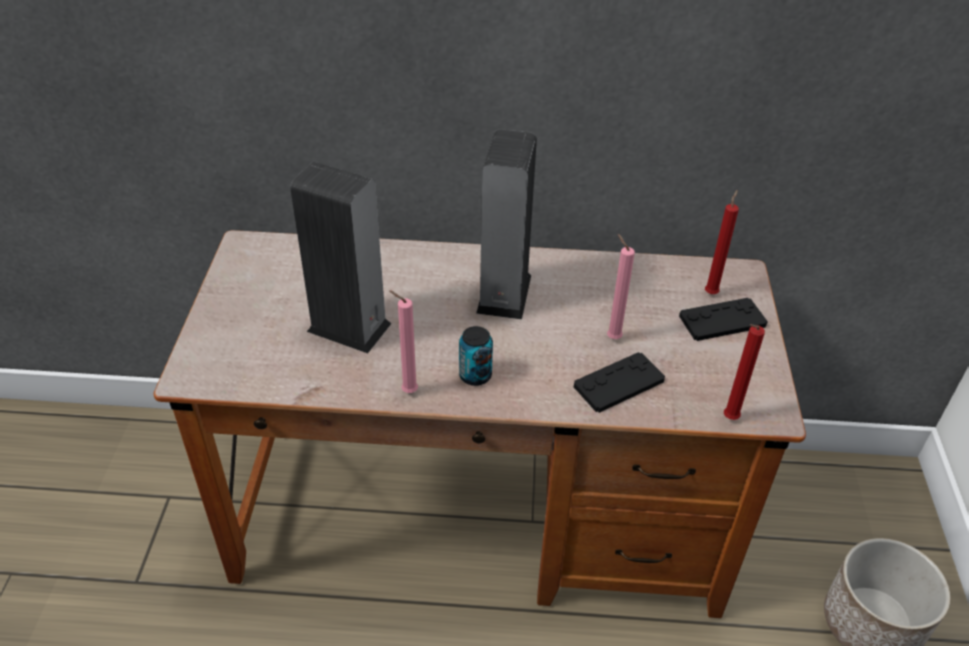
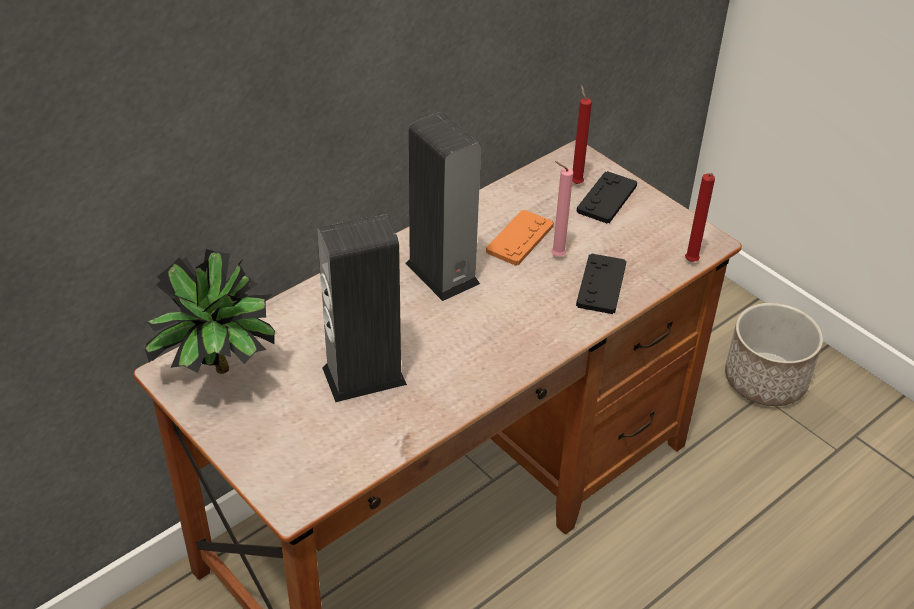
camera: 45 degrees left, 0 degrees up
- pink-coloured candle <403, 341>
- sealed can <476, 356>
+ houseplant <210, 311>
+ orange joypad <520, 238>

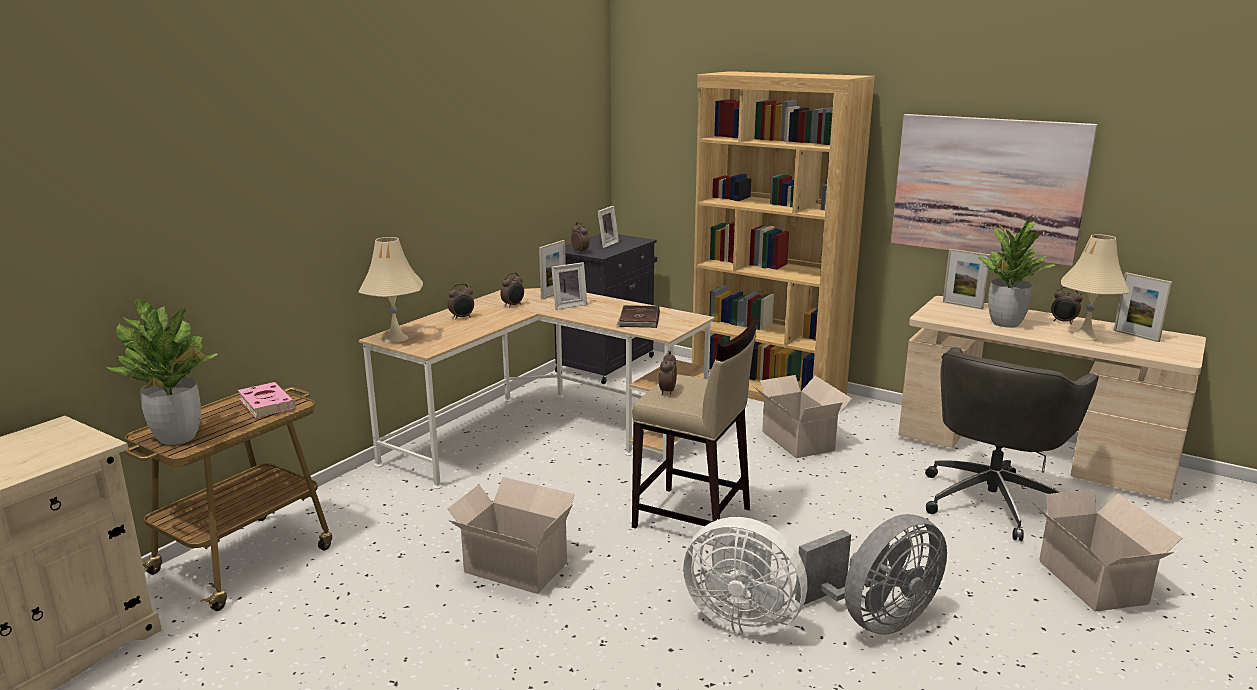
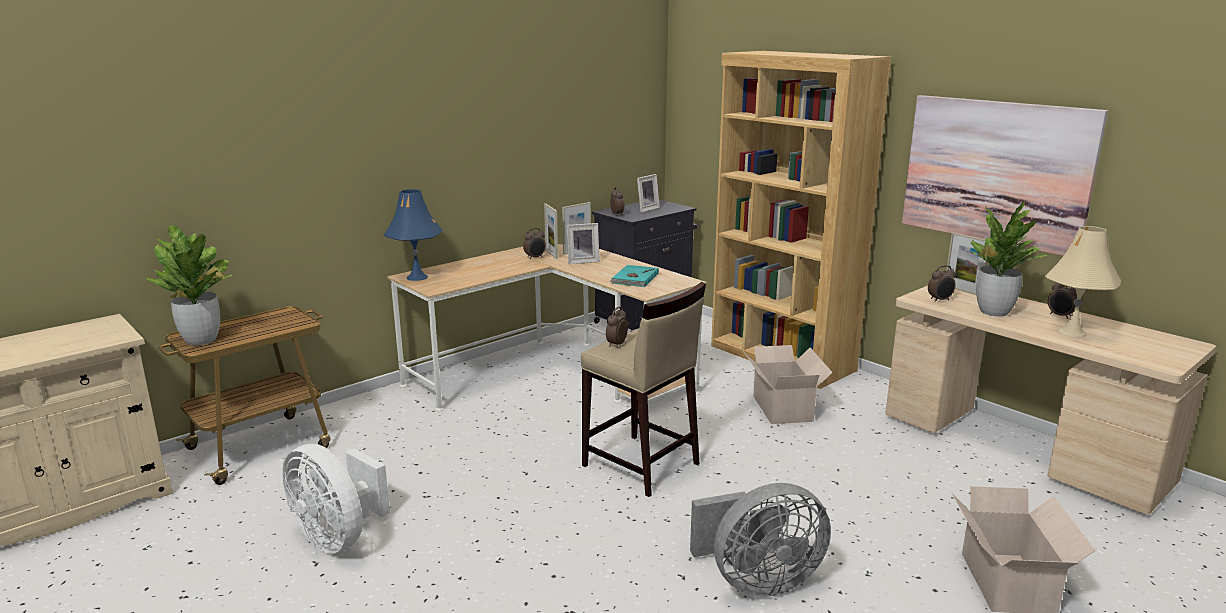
camera: 15 degrees right, 0 degrees up
- pink-coloured bound book <266, 400>
- carton <511, 535>
- grey desk chair <1012, 444>
~ bedside clock <460, 301> to <942, 283>
~ whitish fan <745, 576> to <336, 498>
~ picture frame <1143, 307> to <551, 231>
~ sand-coloured table lamp <390, 290> to bluish table lamp <413, 235>
~ brown bound book <638, 316> to turquoise-coloured bound book <634, 276>

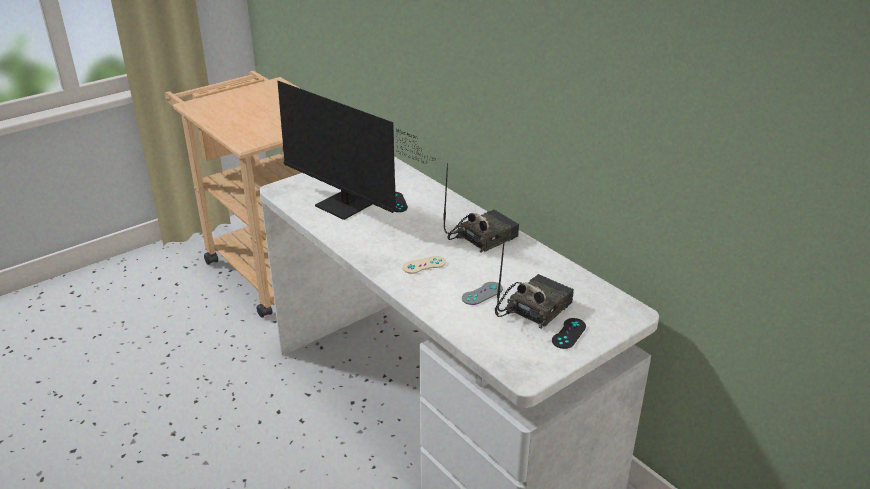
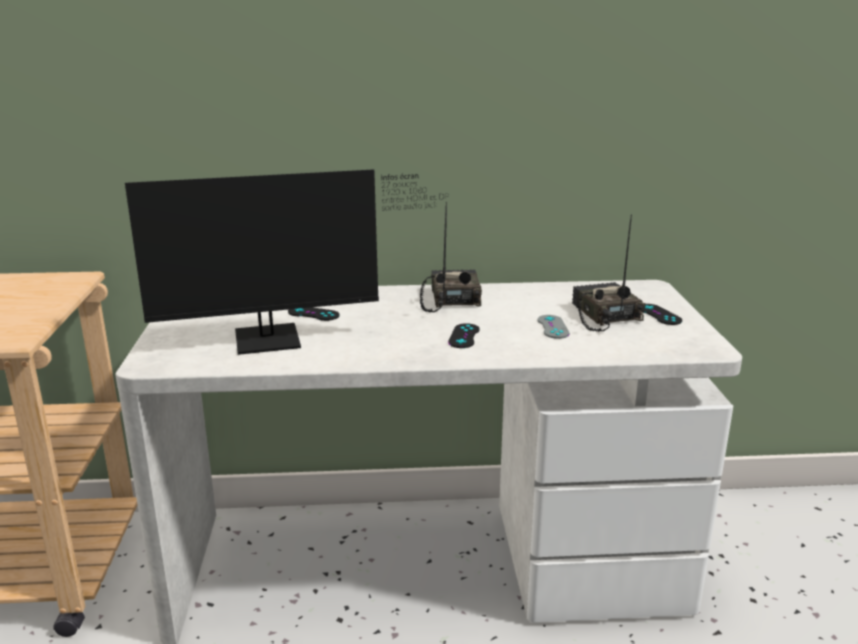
camera: 55 degrees left, 10 degrees down
~ sand-coloured joypad <424, 265> to blackish joypad <464, 335>

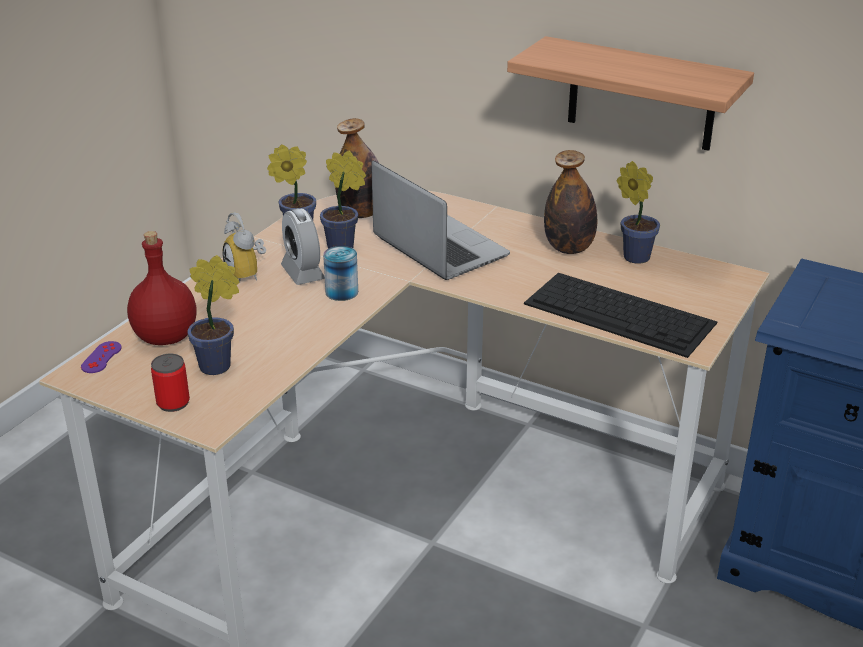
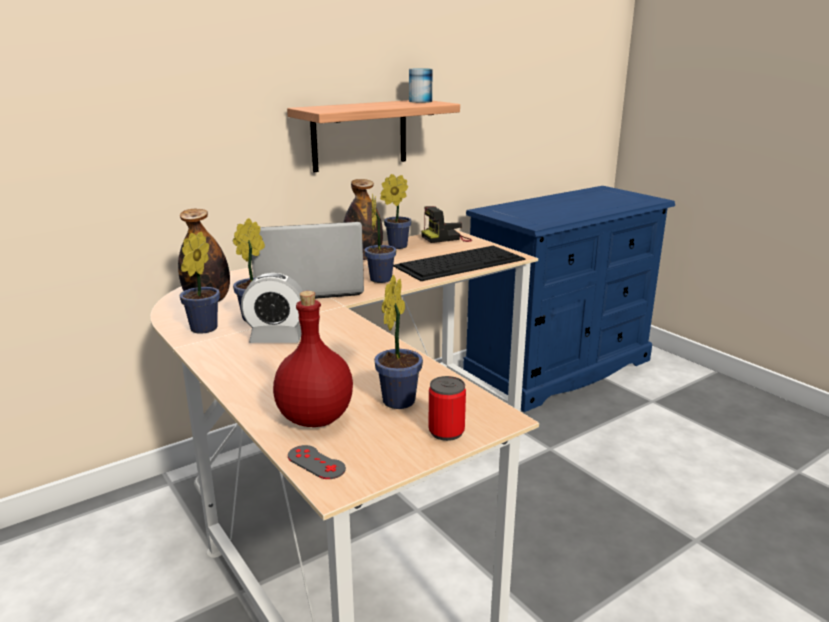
camera: 65 degrees left, 10 degrees down
- bedside clock <244, 247>
+ houseplant <380, 238>
+ still camera <446, 224>
~ sealed can <340, 273> to <420, 85>
~ purple joypad <101, 357> to grey joypad <317, 462>

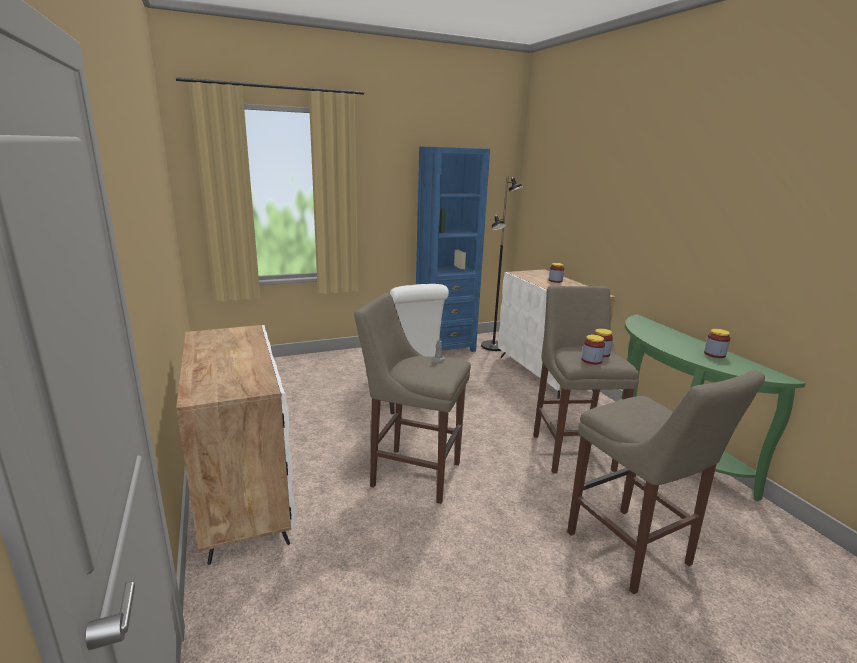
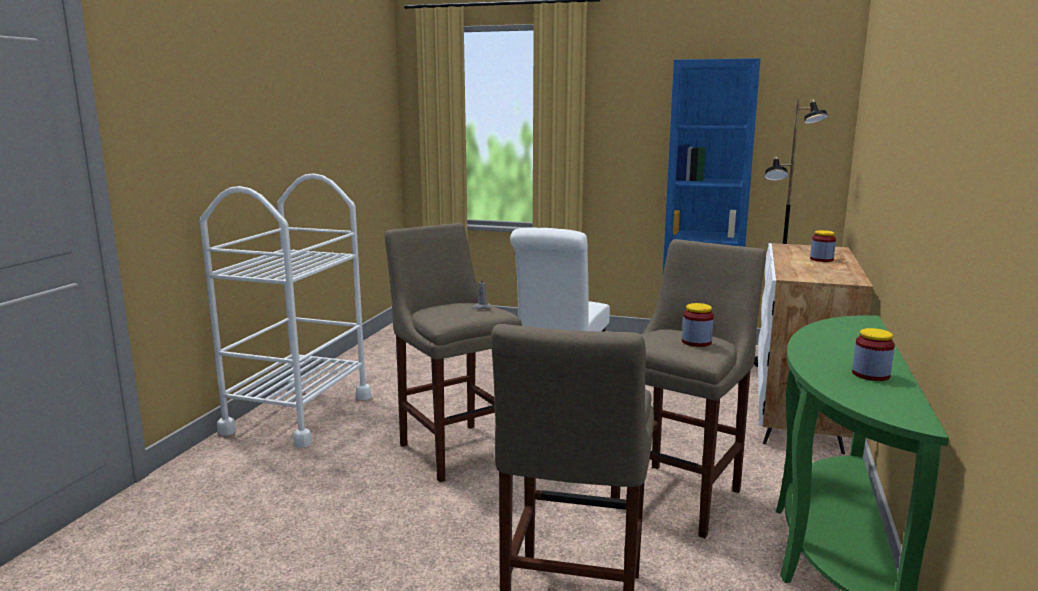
camera: 40 degrees right, 5 degrees down
- jar <593, 350>
~ whitish cupboard <236, 445> to whitish cart <285, 310>

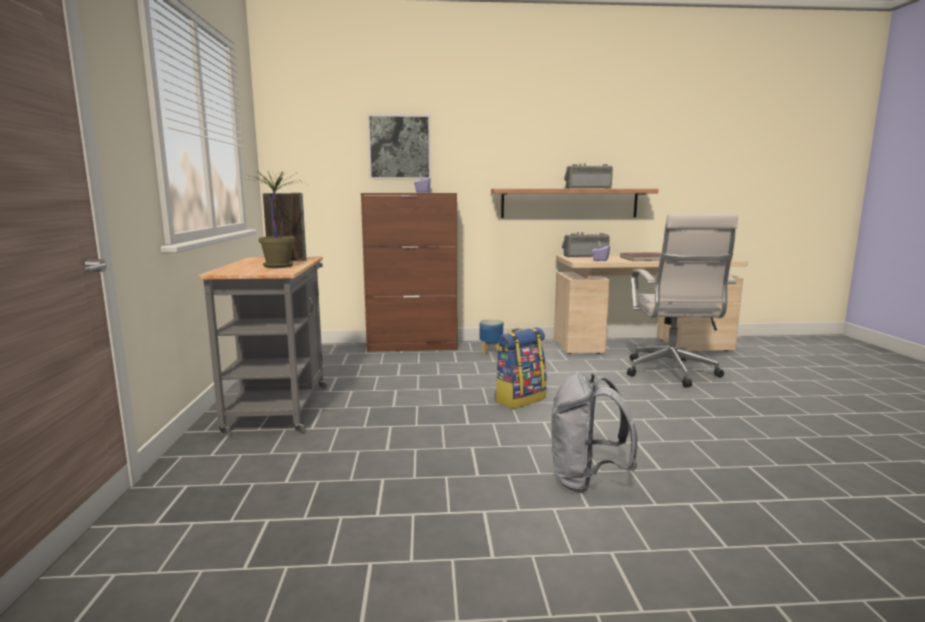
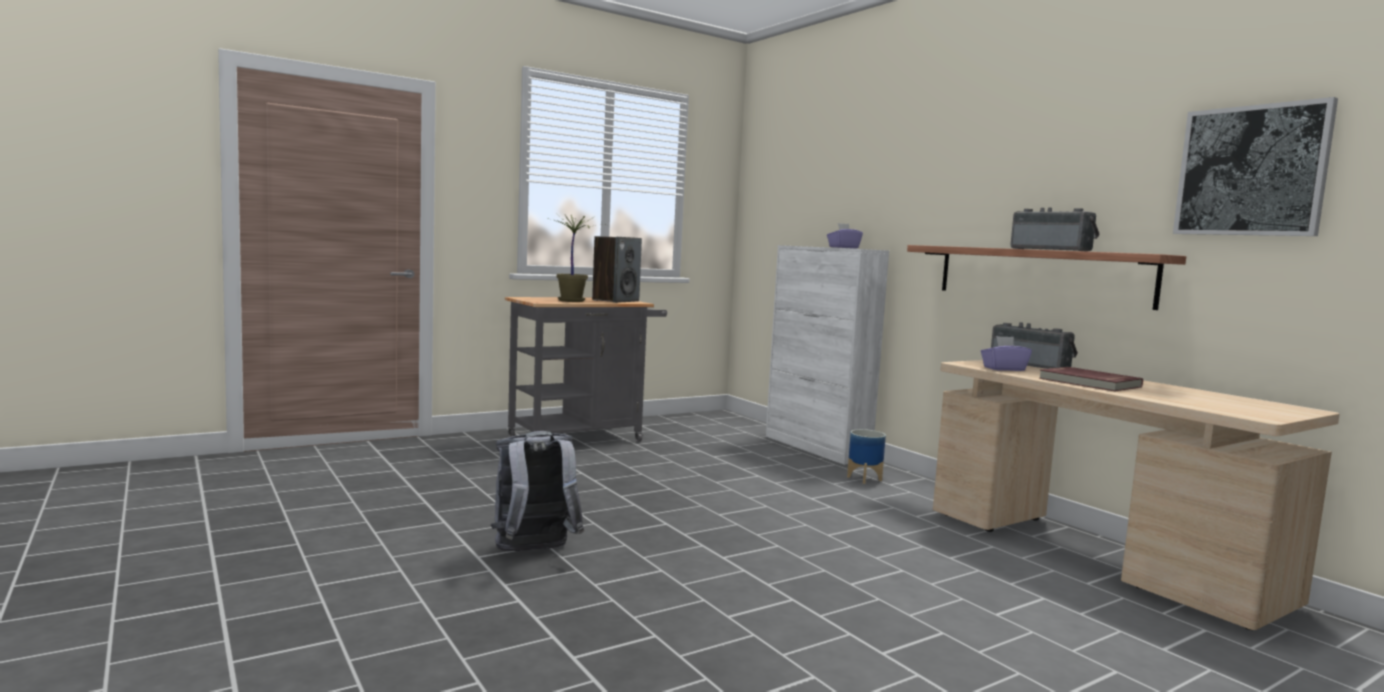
camera: 60 degrees right, 5 degrees down
- backpack <521, 368>
- whitish desk chair <682, 301>
~ picture <399, 146> to <1255, 166>
~ brown cupboard <409, 272> to whitish cupboard <827, 355>

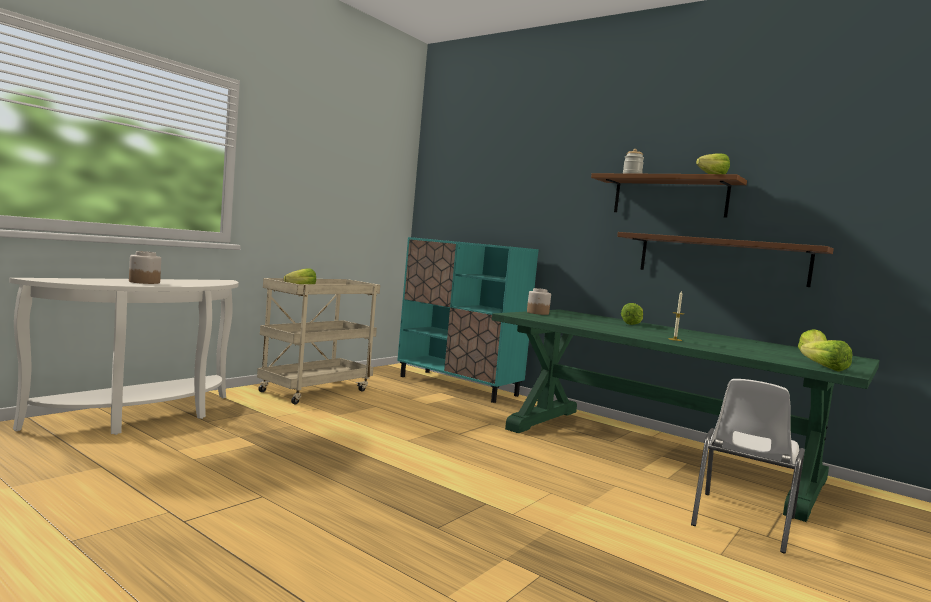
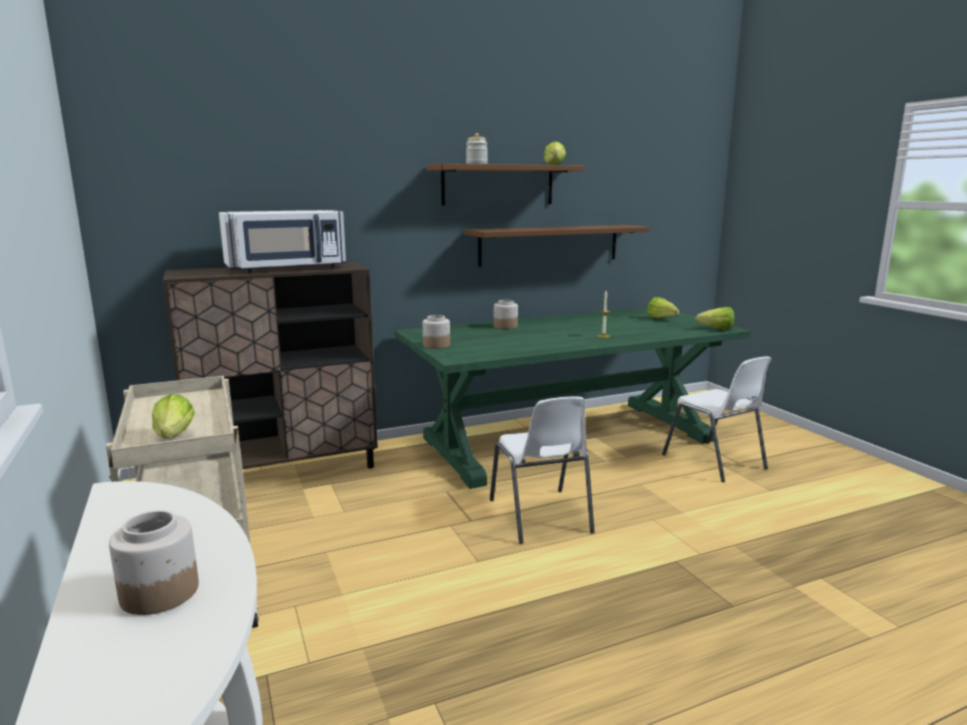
camera: 60 degrees left, 10 degrees up
+ whitish microwave <282, 241>
+ whitish plain chair <542, 470>
~ lettuce head <632, 314> to jar <506, 314>
~ turquoise-coloured cupboard <468, 320> to brown cupboard <270, 365>

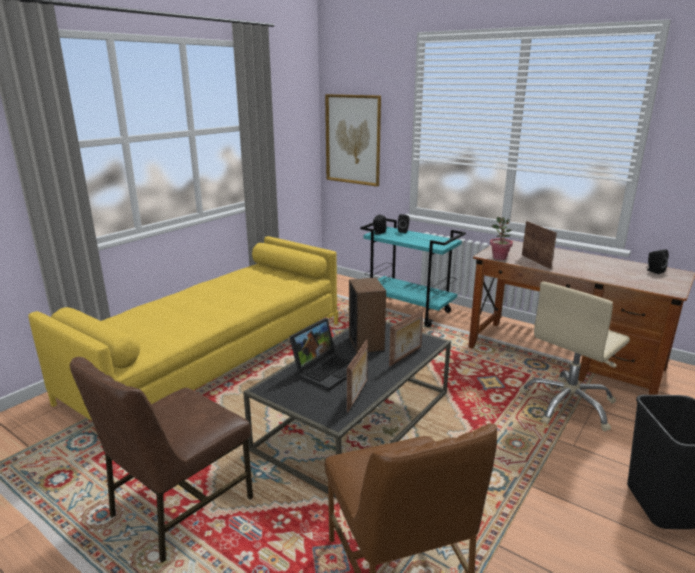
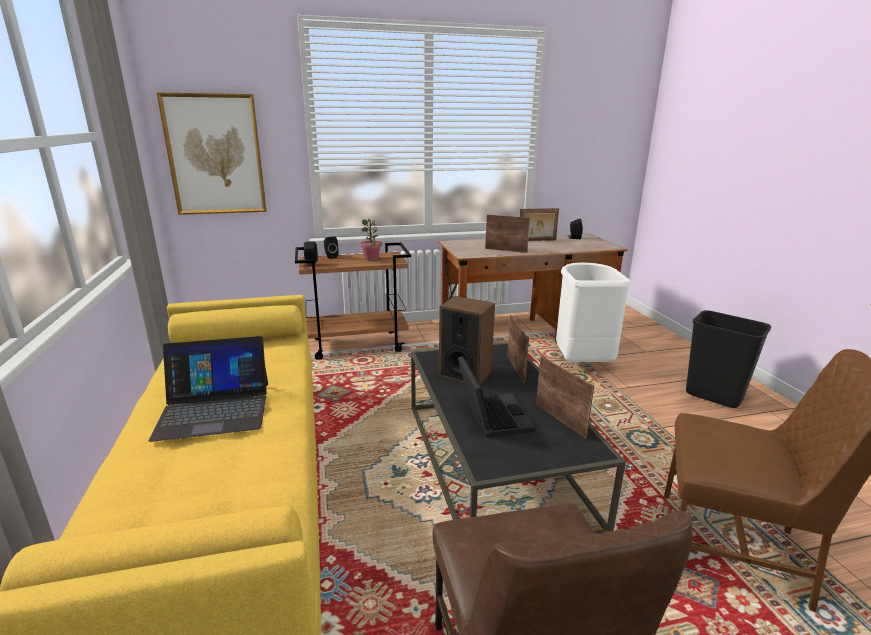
camera: 50 degrees left, 0 degrees up
+ portable computer <208, 389>
+ picture frame <539, 224>
~ houseplant <501, 238> to <371, 240>
~ sand-coloured desk chair <574, 357> to whitish waste bin <593, 312>
~ turquoise-coloured cart <413, 272> to brown cart <353, 301>

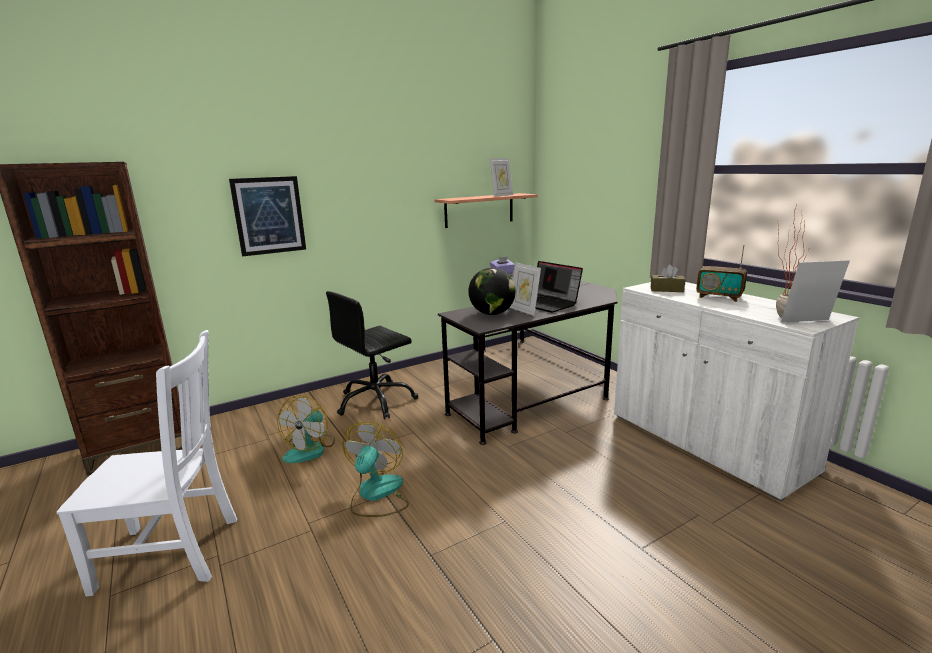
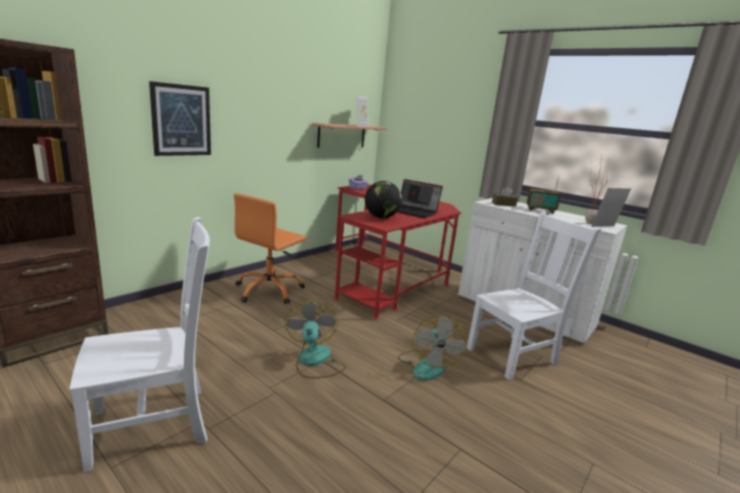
camera: 20 degrees left, 0 degrees up
- picture frame <525, 289>
+ whitish plain chair <534, 295>
~ fan <306, 429> to <432, 347>
~ blackish desk chair <372, 355> to orange desk chair <270, 248>
~ blackish desk table <528, 356> to reddish desk table <397, 252>

